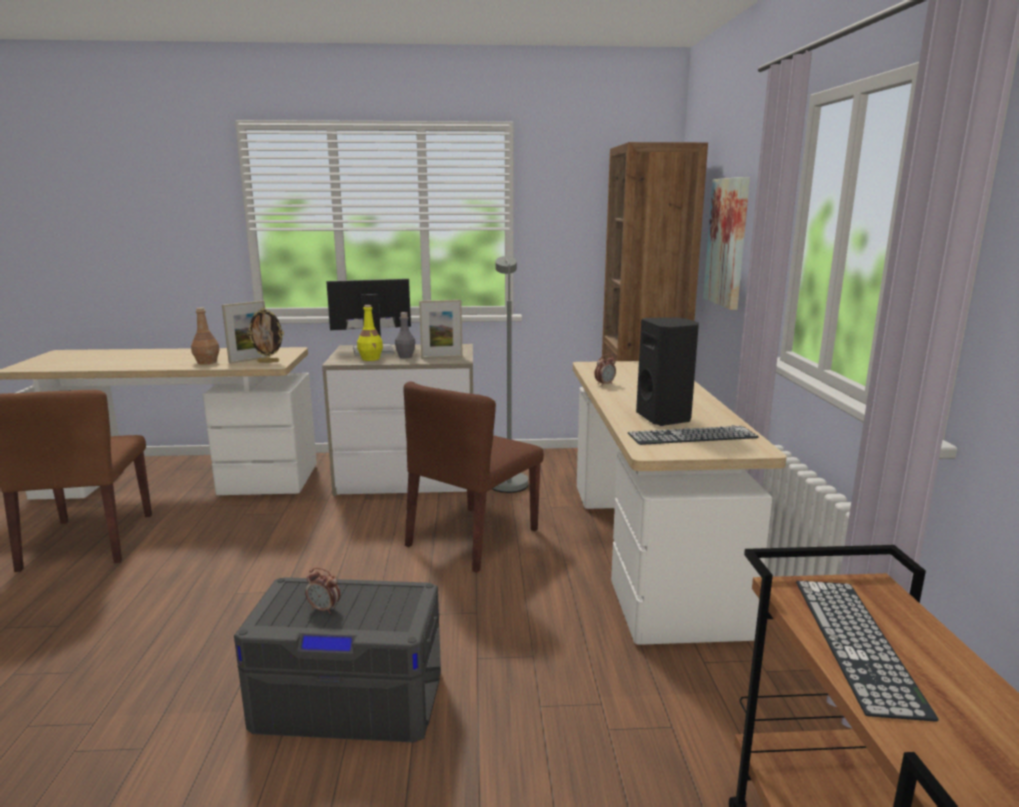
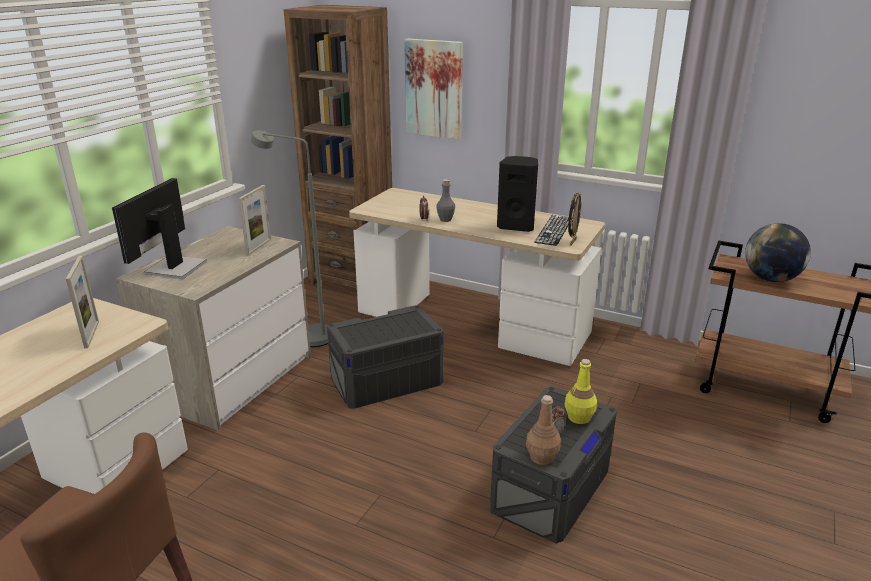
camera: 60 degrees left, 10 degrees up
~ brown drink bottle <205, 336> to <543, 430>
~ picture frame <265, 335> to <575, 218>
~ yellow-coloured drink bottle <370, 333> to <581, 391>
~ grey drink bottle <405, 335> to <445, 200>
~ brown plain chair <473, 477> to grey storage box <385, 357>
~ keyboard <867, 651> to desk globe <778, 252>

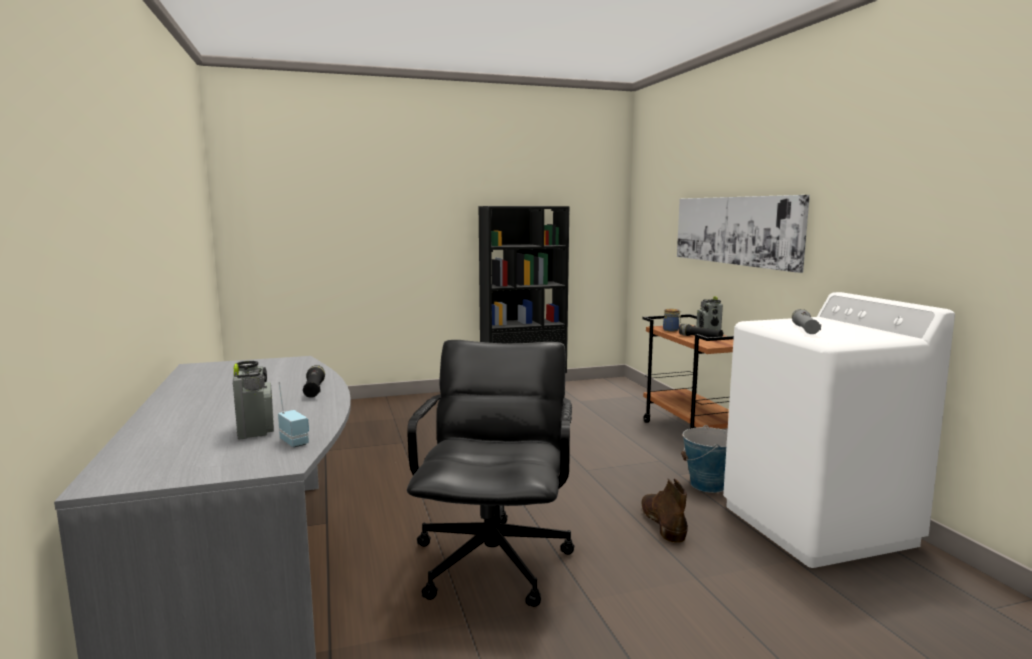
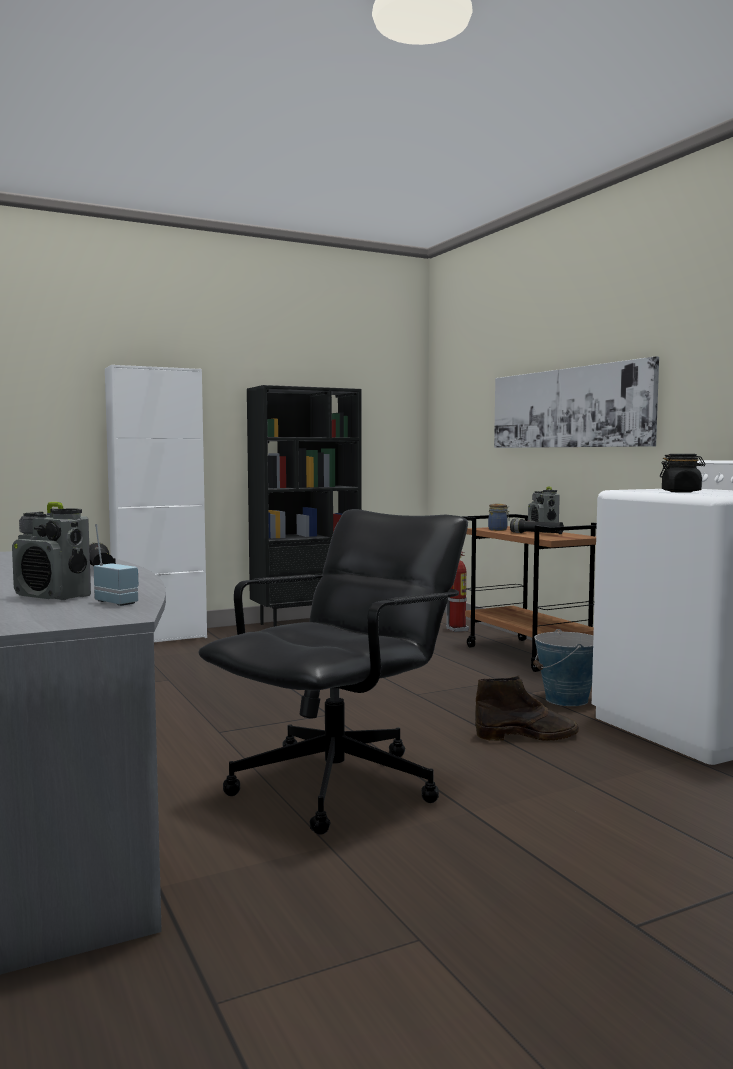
camera: 10 degrees left, 5 degrees down
+ whitish cupboard <156, 503>
+ fire extinguisher <457, 592>
~ grey hand torch <806, 321> to blackish jar <683, 473>
~ radio <253, 400> = <51, 551> 150 degrees clockwise
~ blackish desk chair <491, 473> = <333, 672> 45 degrees clockwise
~ brown high-top boot <665, 511> = <527, 708> 105 degrees clockwise

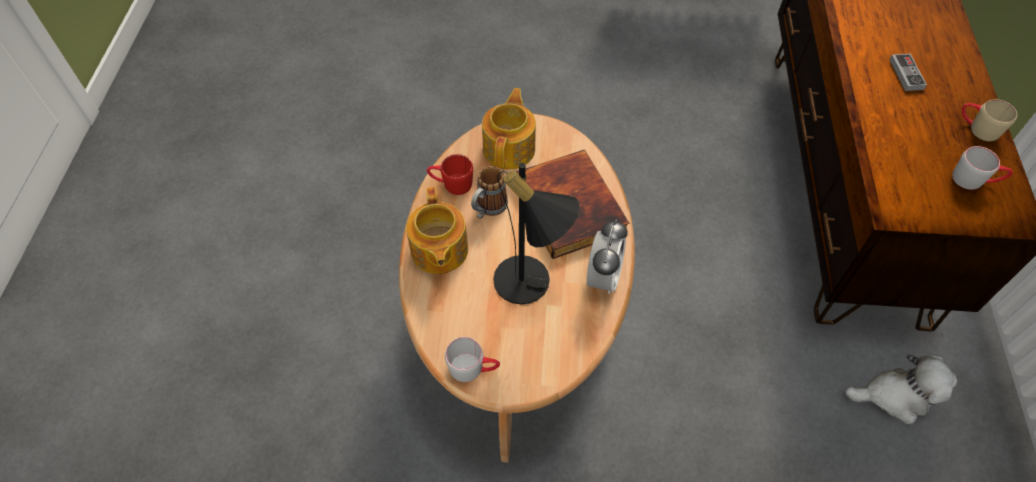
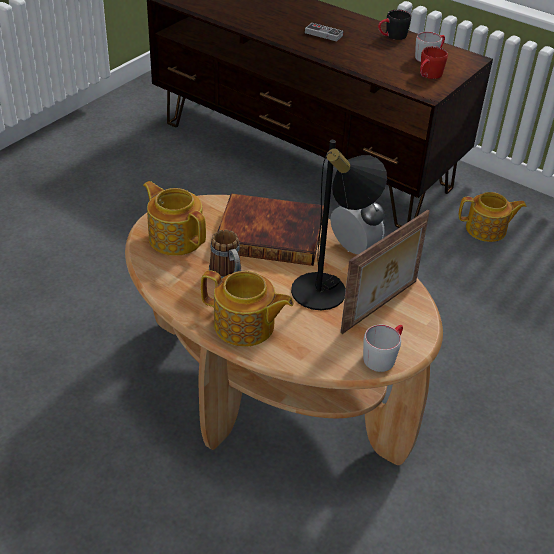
camera: 60 degrees left, 15 degrees down
+ picture frame <385, 272>
~ reddish coffee mug <450, 174> to <434, 62>
~ cuddly toy <901, 388> to teapot <493, 217>
~ sand-coloured coffee mug <989, 120> to blackish coffee mug <394, 25>

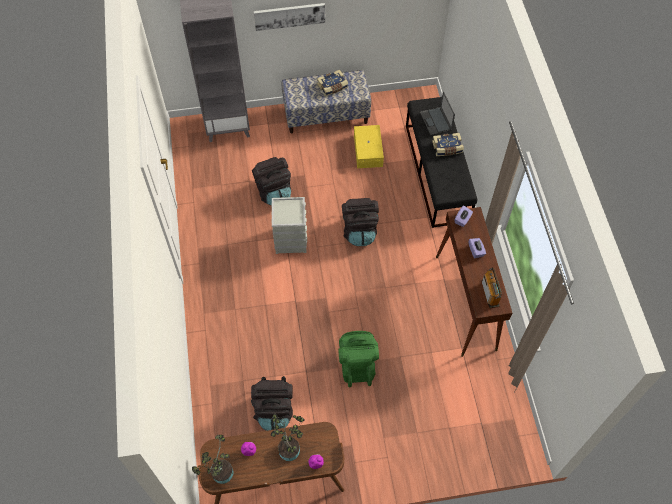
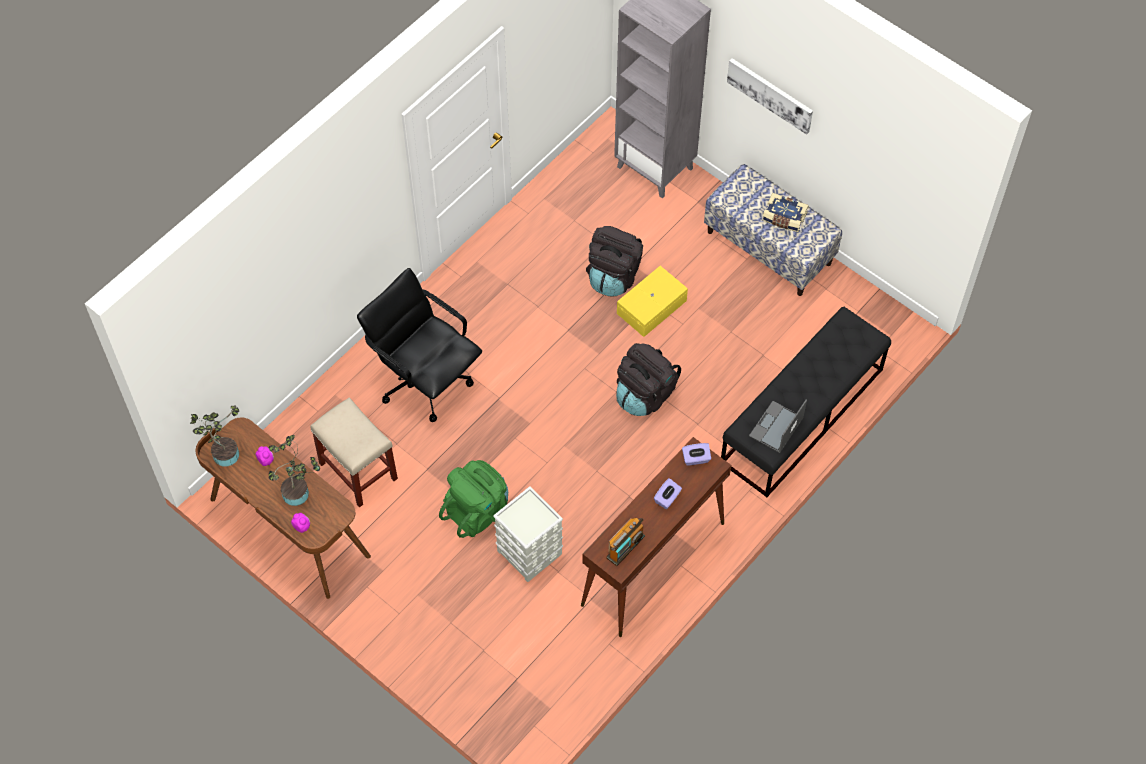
camera: 50 degrees right, 0 degrees up
- bound book <448, 144>
+ blackish desk chair <419, 345>
~ grey storage box <289, 225> to <528, 534>
~ yellow-coloured storage box <369, 146> to <652, 301>
~ portable computer <437, 113> to <778, 426>
~ blackish backpack <272, 403> to sand-coloured sitting stool <354, 452>

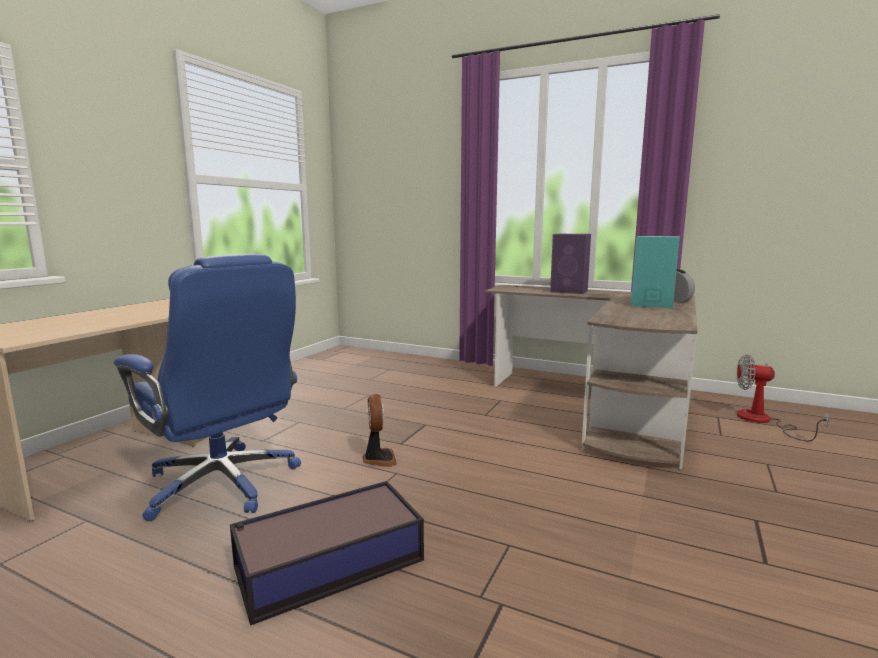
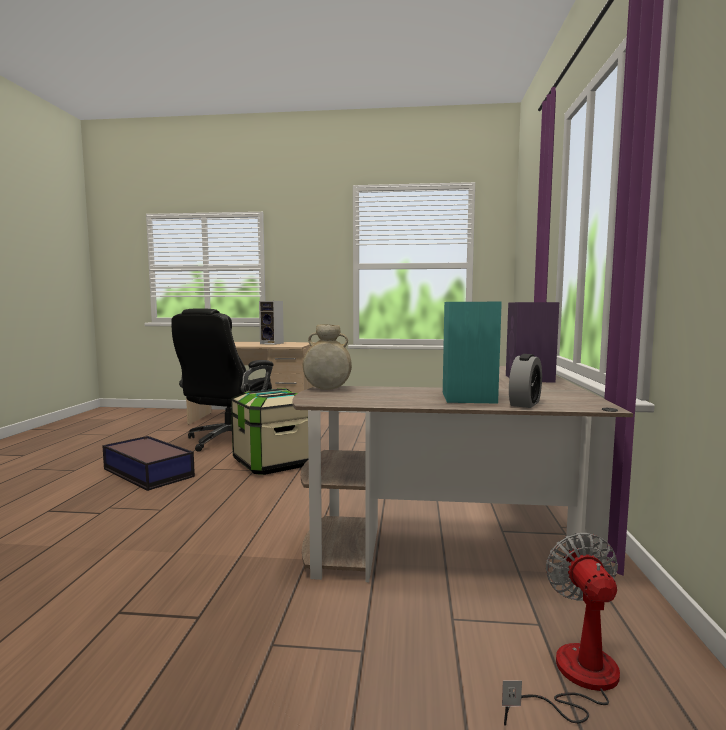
camera: 70 degrees right, 5 degrees down
+ speaker <271, 323>
+ sand-coloured decorative vase <327, 357>
~ fan <379, 430> to storage box <270, 431>
~ bluish desk chair <207, 387> to blackish desk chair <222, 380>

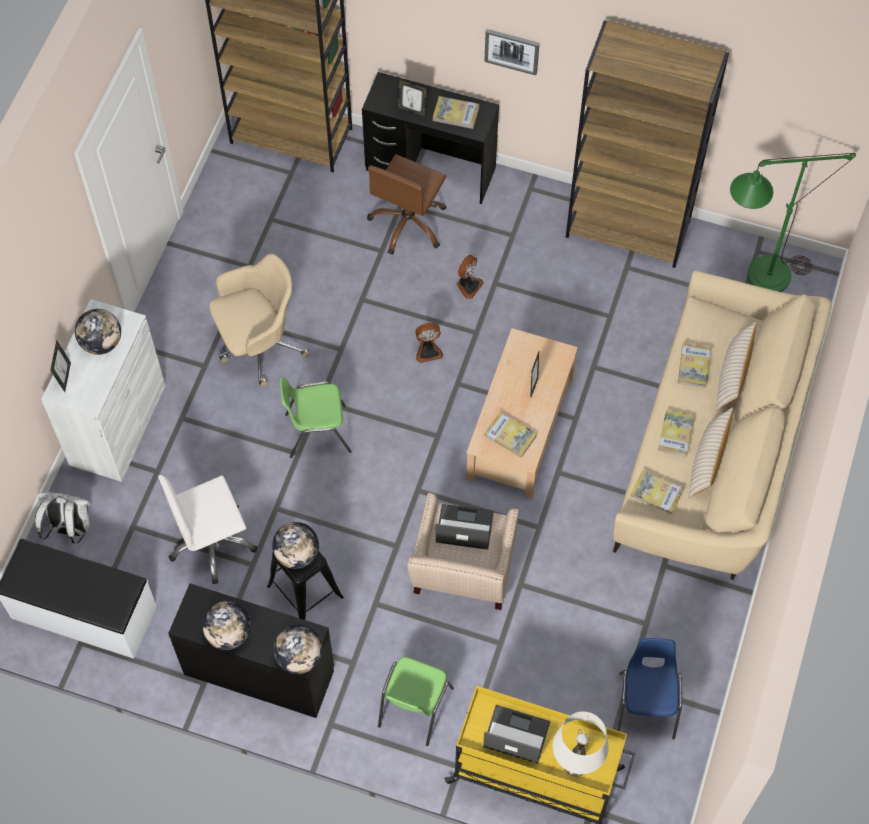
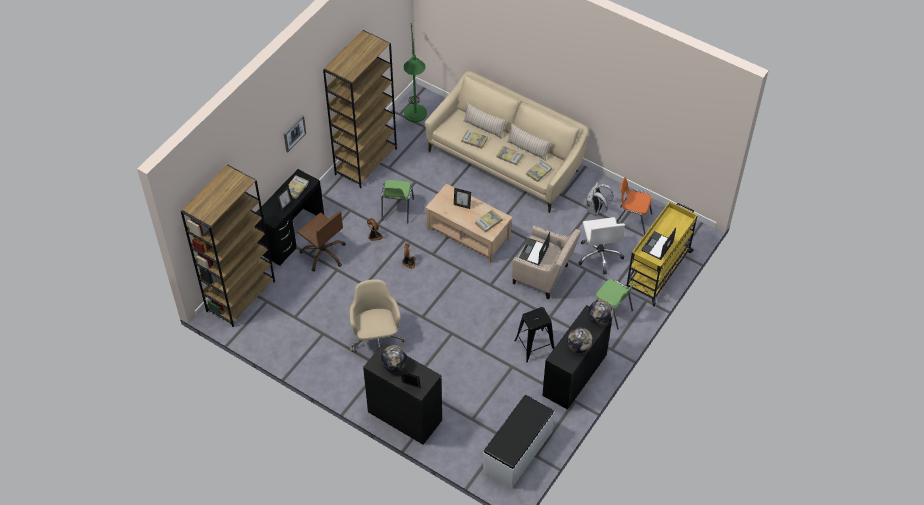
camera: 75 degrees left, 10 degrees down
- desk globe <295, 545>
- whitish table lamp <580, 744>
~ whitish backpack <63, 517> to <599, 198>
~ whitish desk chair <207, 529> to <601, 245>
~ green plain chair <316, 417> to <397, 202>
~ whitish cupboard <103, 390> to blackish cupboard <402, 394>
~ bluish plain chair <649, 688> to orange plain chair <634, 206>

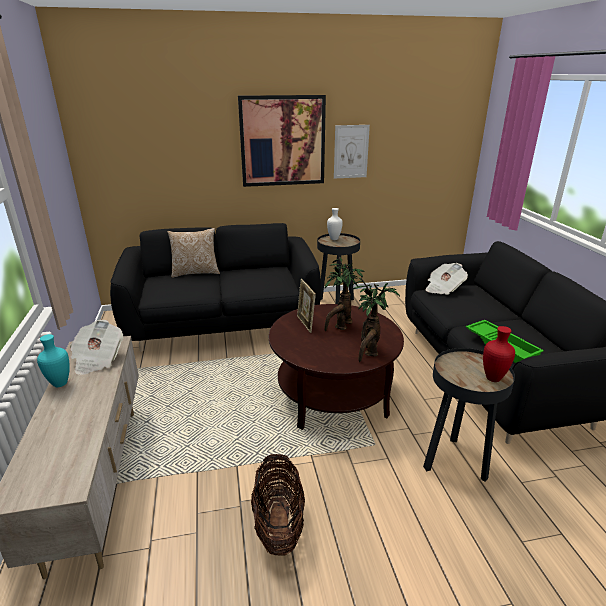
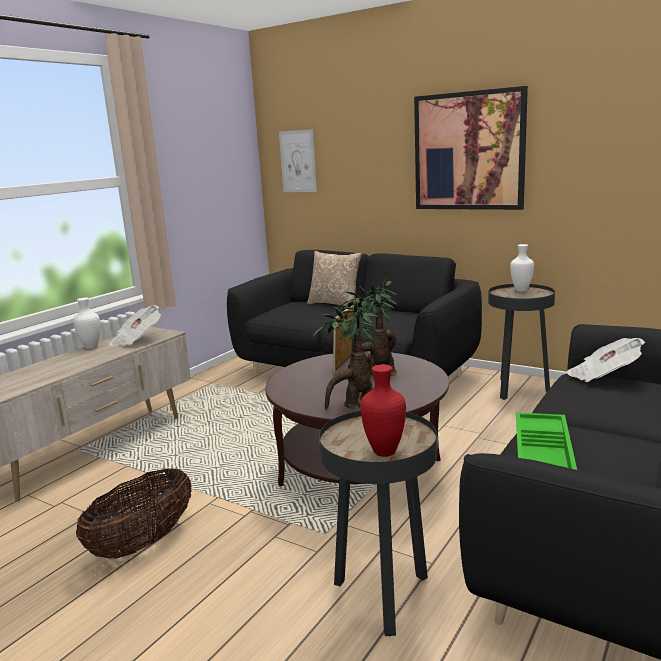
camera: 45 degrees right, 10 degrees down
~ picture <352, 152> to <298, 160>
~ turquoise-coloured decorative vase <53, 360> to whitish decorative vase <86, 323>

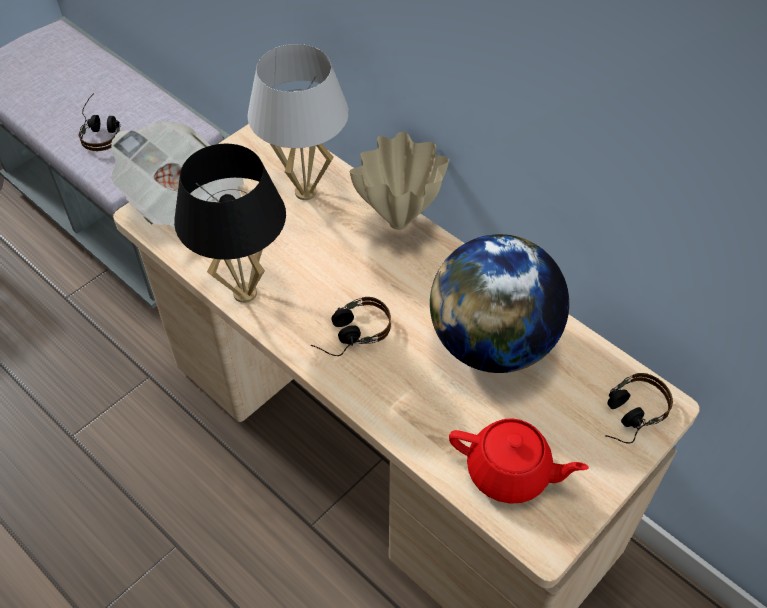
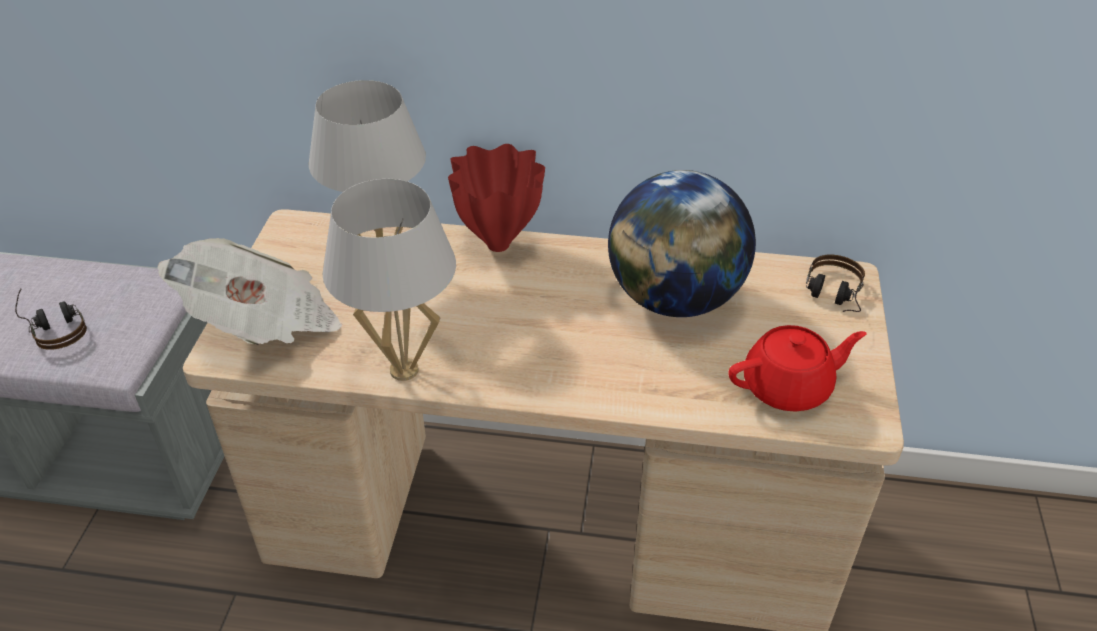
camera: 35 degrees left, 10 degrees down
- headphones <351, 326>
~ blackish table lamp <230, 223> to whitish table lamp <389, 280>
~ sand-coloured decorative vase <399, 181> to reddish decorative vase <496, 198>

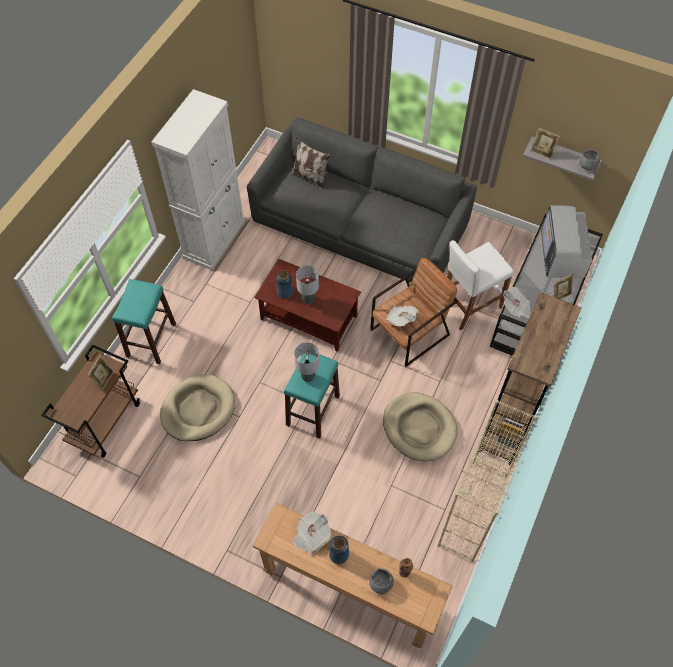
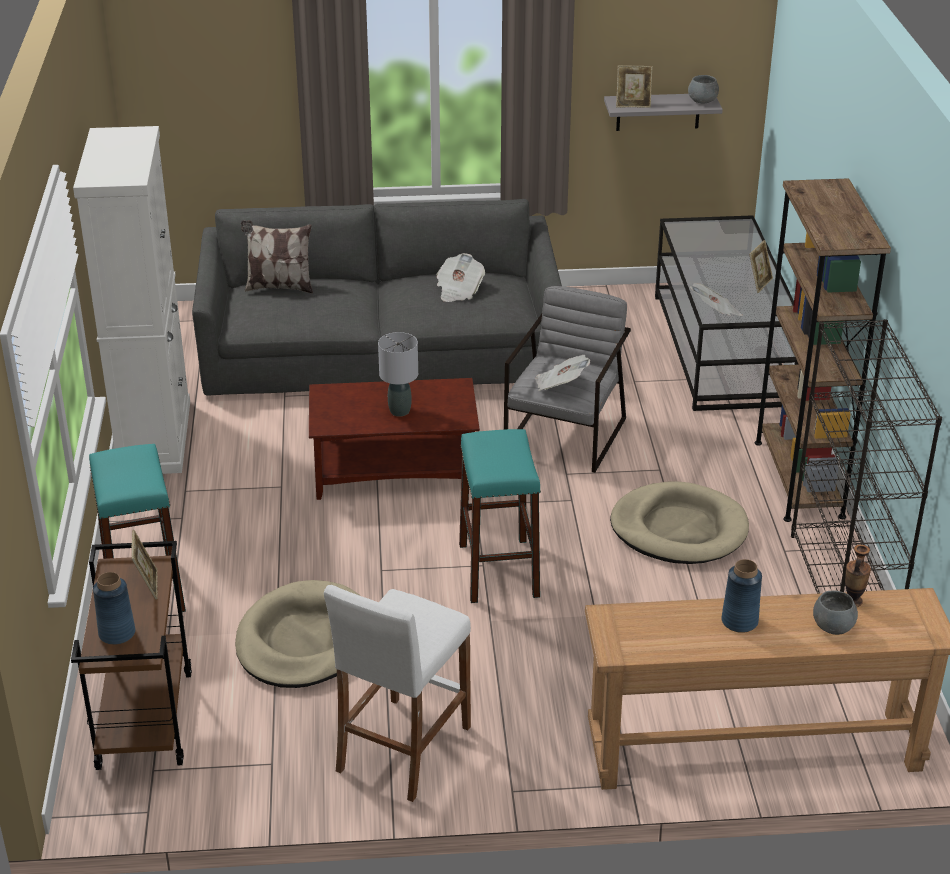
camera: 30 degrees left, 25 degrees down
- grey table lamp <307, 362>
- TV set <566, 241>
~ bluish decorative vase <284, 284> to <114, 608>
~ daily paper <312, 533> to <460, 277>
~ whitish sitting stool <480, 285> to <397, 693>
~ brown lounge chair <414, 312> to grey lounge chair <567, 379>
~ sand-coloured bookshelf <487, 481> to blackish bookshelf <866, 456>

